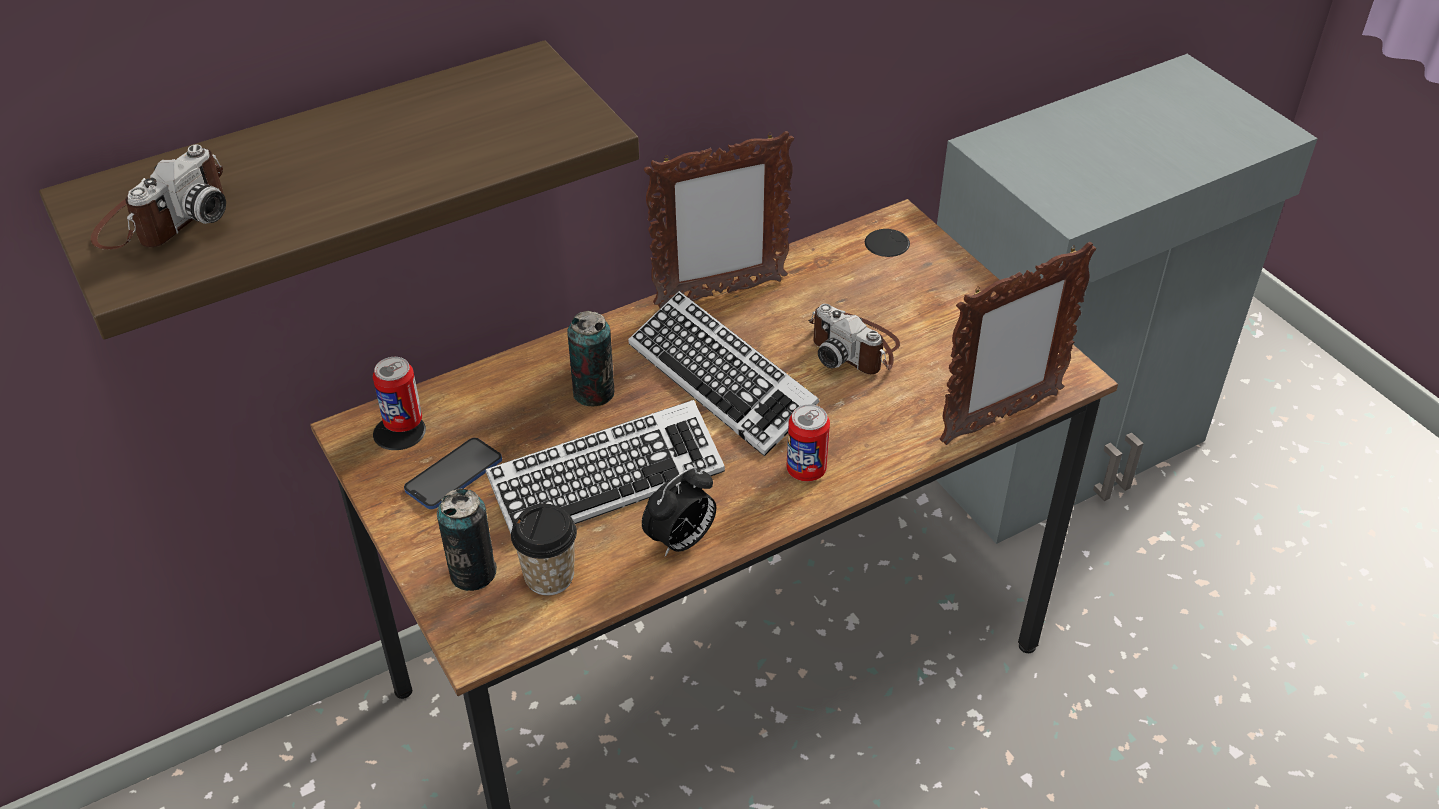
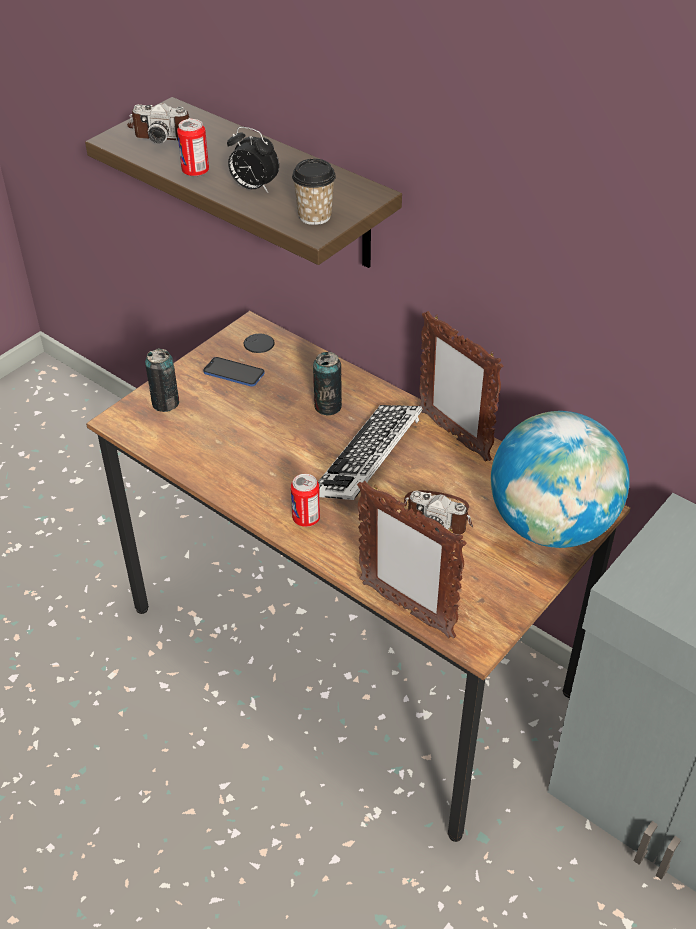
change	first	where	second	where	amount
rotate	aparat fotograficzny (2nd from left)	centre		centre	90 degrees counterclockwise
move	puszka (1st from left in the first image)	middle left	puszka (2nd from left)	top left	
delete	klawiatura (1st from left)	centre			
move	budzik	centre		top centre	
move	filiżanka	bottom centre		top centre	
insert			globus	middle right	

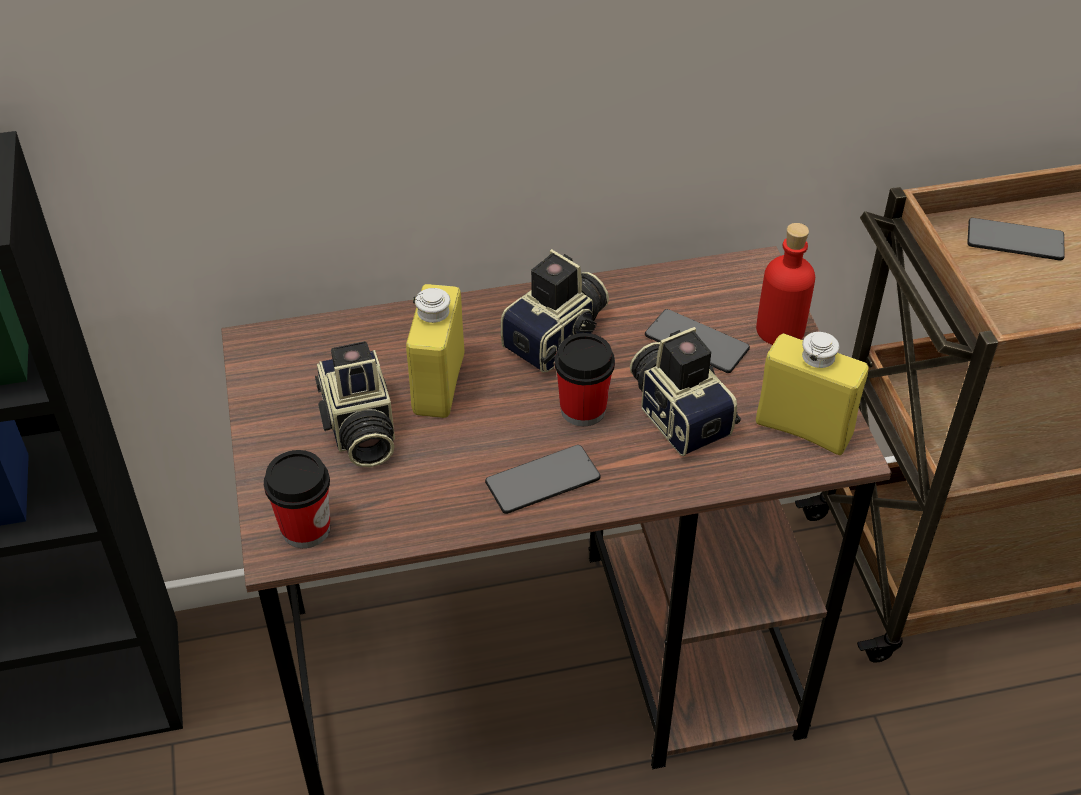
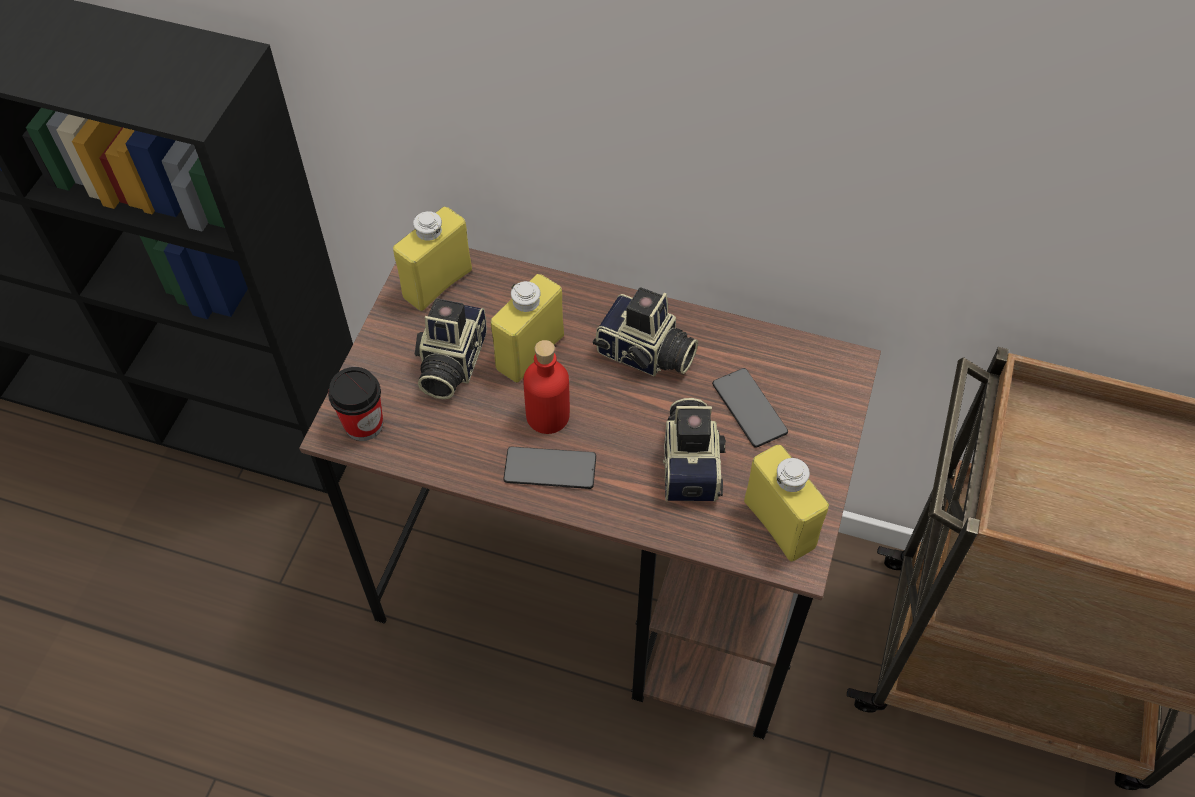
change	first	where	second	where	amount
delete	telefon (3rd from left)	top right			
move	butelka [czerwony]	middle right		centre	
rotate	aparat fotograficzny (2nd from left)	centre		centre	45 degrees clockwise
delete	filiżanka (2nd from left)	centre			
insert			butelka [żółty] (1st from left)	top centre	

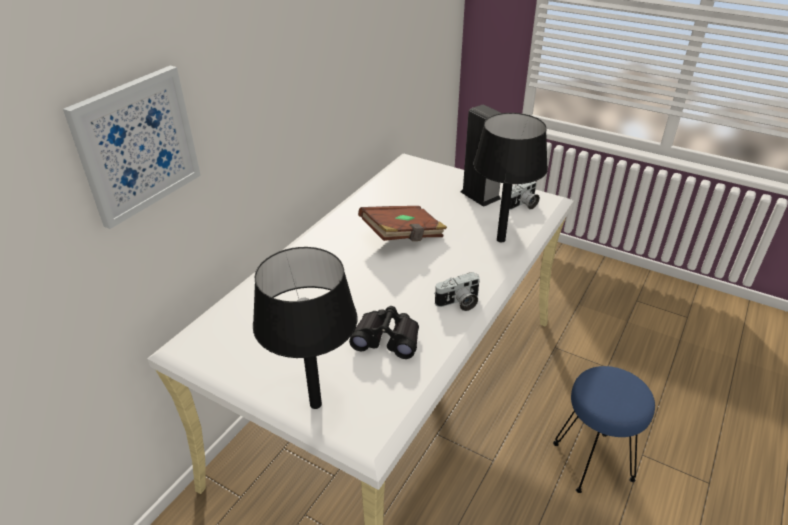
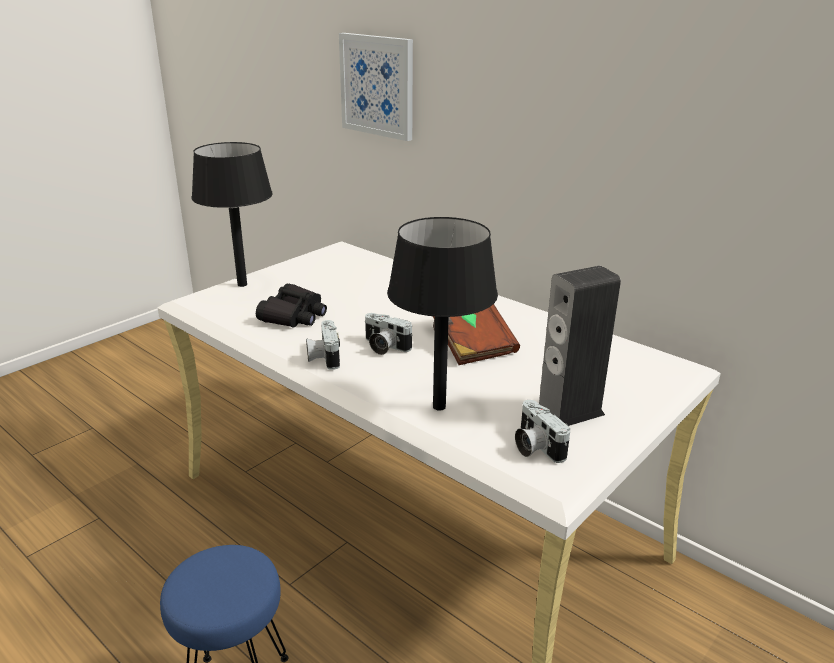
change	first	where	second	where	amount
insert			aparat fotograficzny (2nd from left)	centre	

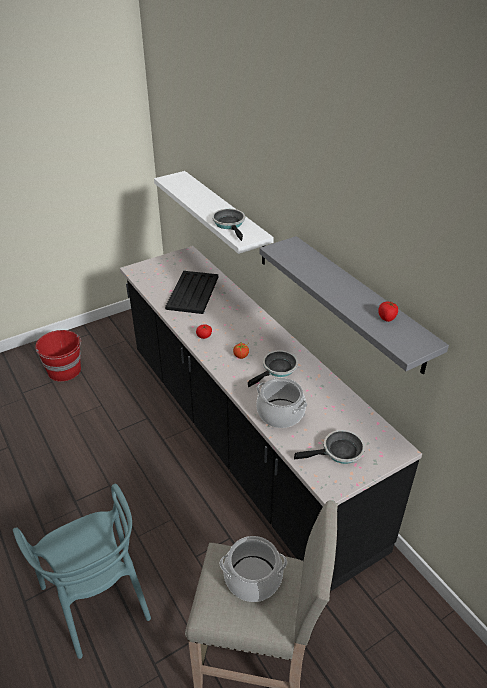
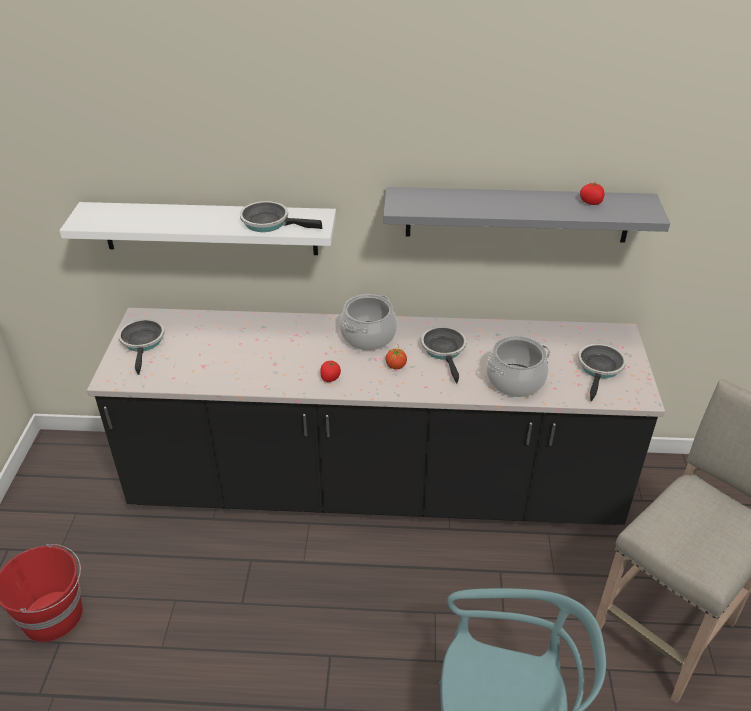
change	first	where	second	where	amount
delete	taca [czarny]	centre			
move	garnek (1st from left)	bottom centre		centre	
insert			patelnia (1st from left)	middle left	

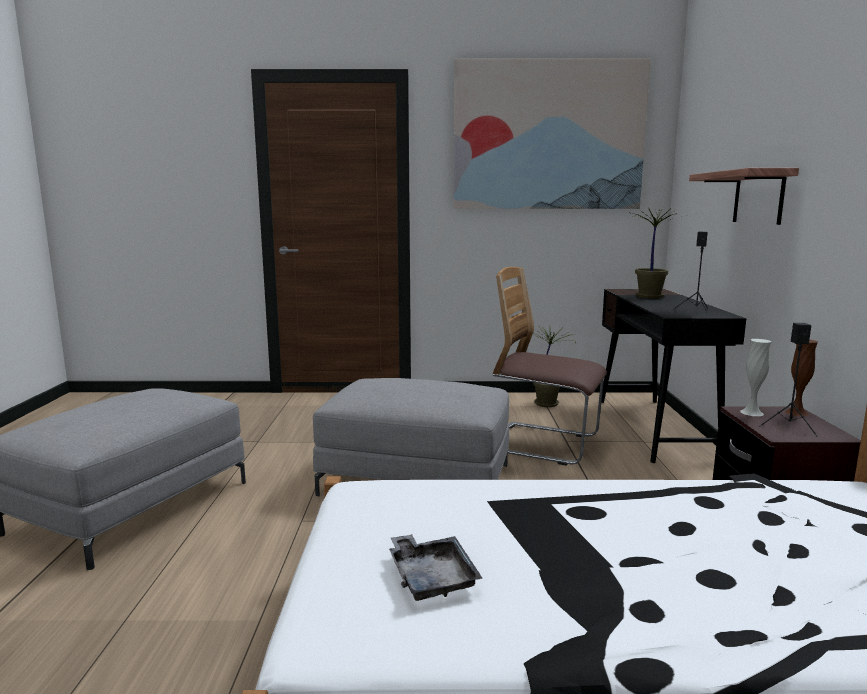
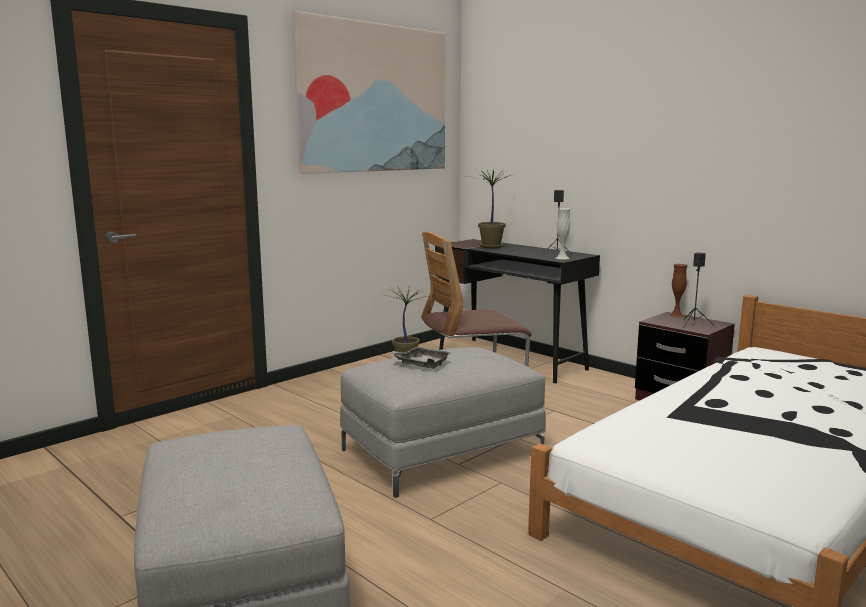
change	first	where	second	where	amount
delete	półka	top right			
move	wazon [biały]	middle right		centre	
move	taca [szary]	bottom centre		centre	

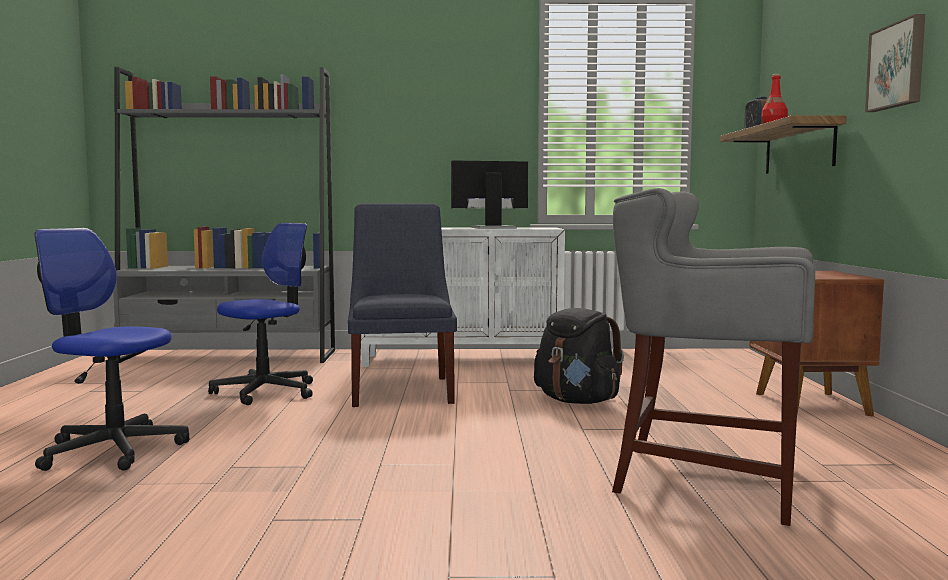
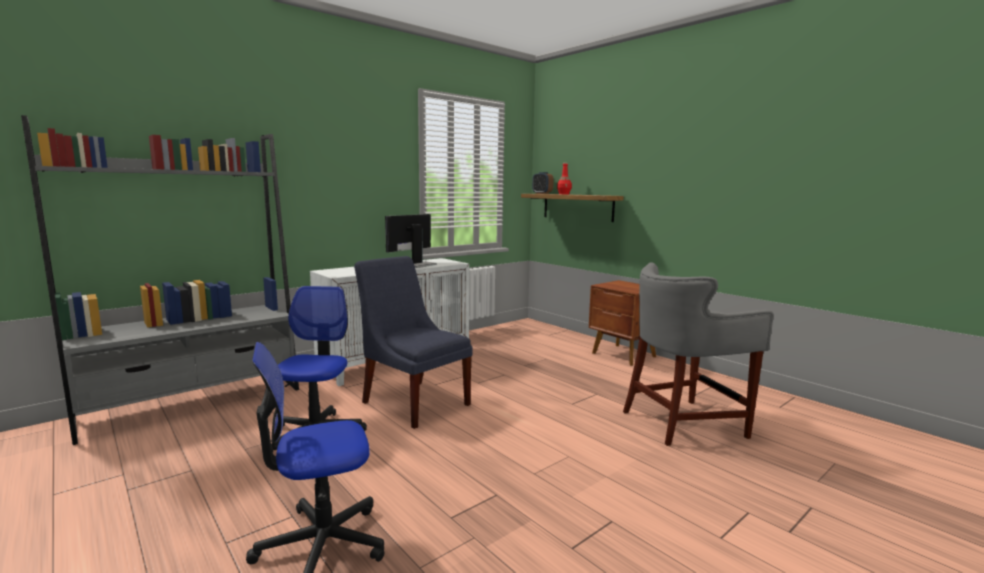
change	first	where	second	where	amount
delete	obraz	top right			
delete	plecak [czarny]	centre			

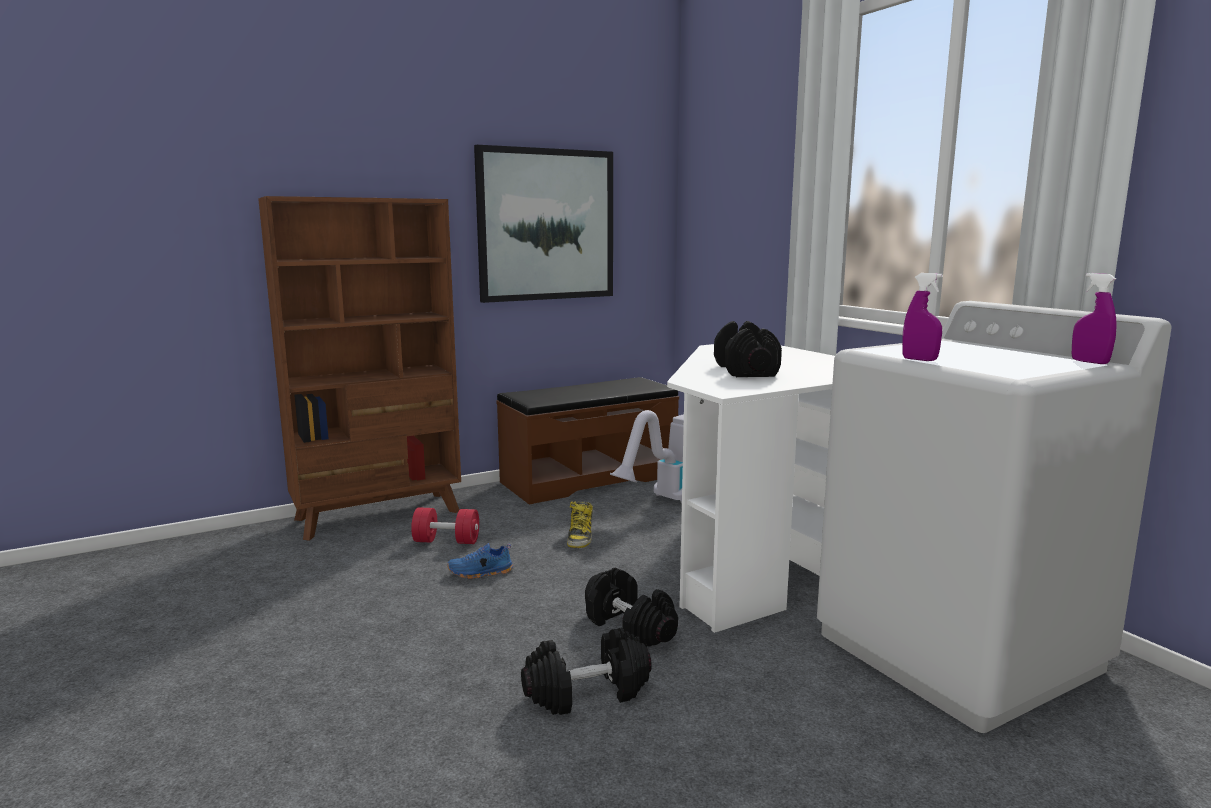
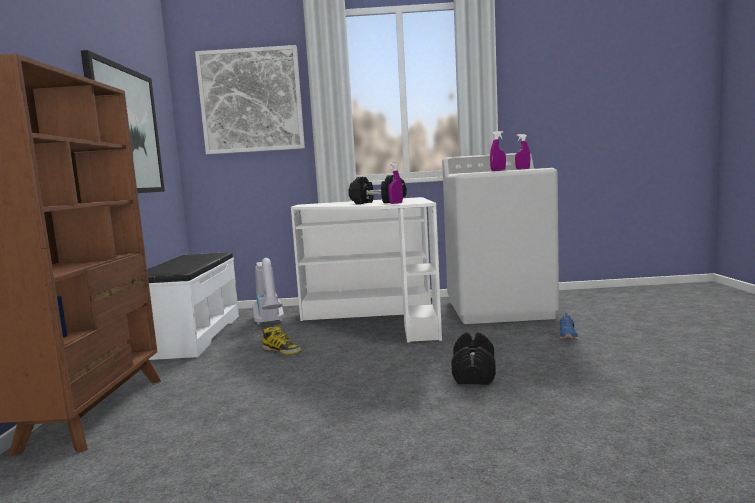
change	first	where	second	where	amount
recolor	ławka [brązowy]	centre	ławka [biały]	middle left	
delete	hantel [czerwony]	centre			
move	but [niebieski]	bottom centre		middle right	
delete	hantel [czarny] (2nd from left)	bottom centre			
insert			obraz (2nd from left)	top left	
insert			spryskiwacz [fioletowy] (1st from left)	centre	

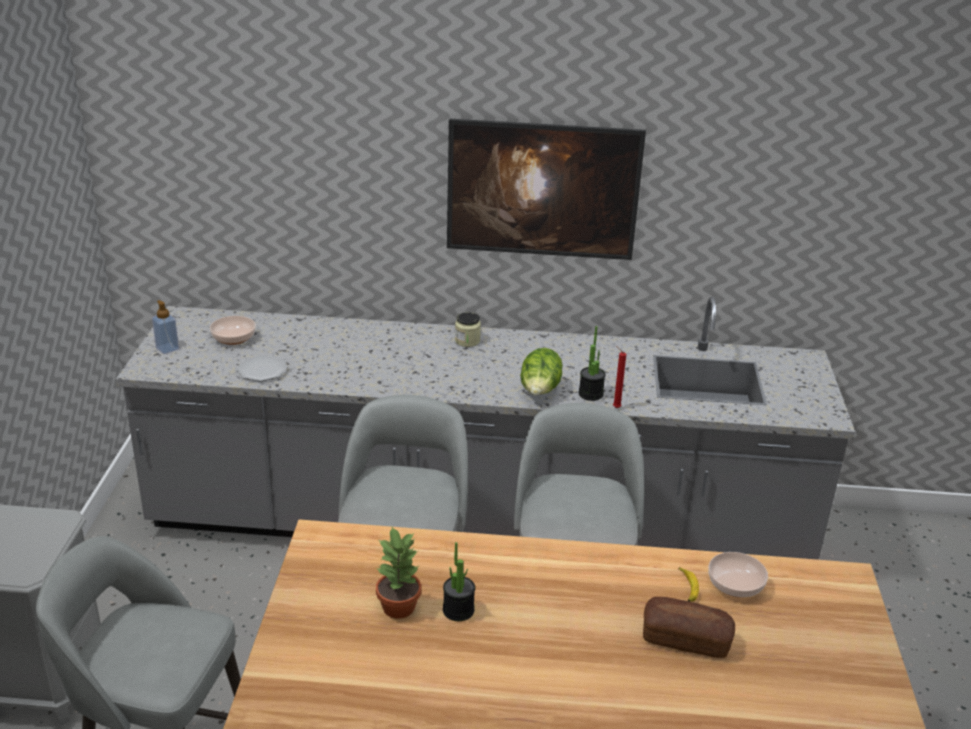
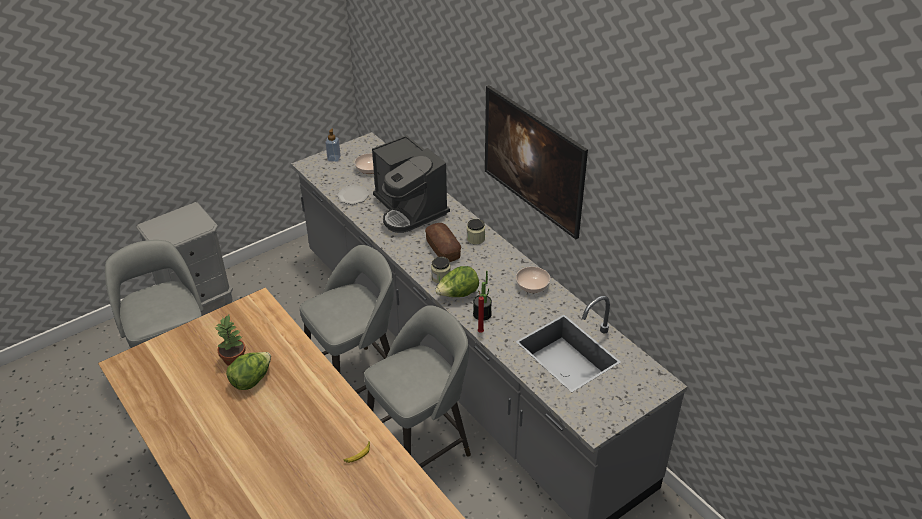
change	first	where	second	where	amount
replace	roślina doniczkowa (2nd from left)	bottom centre	sałata (1st from left)	bottom left	
move	miska (2nd from left)	bottom right		centre	
move	chleb	bottom right		centre	
insert			ekspres do kawy	centre	
insert			słoik (1st from left)	centre	

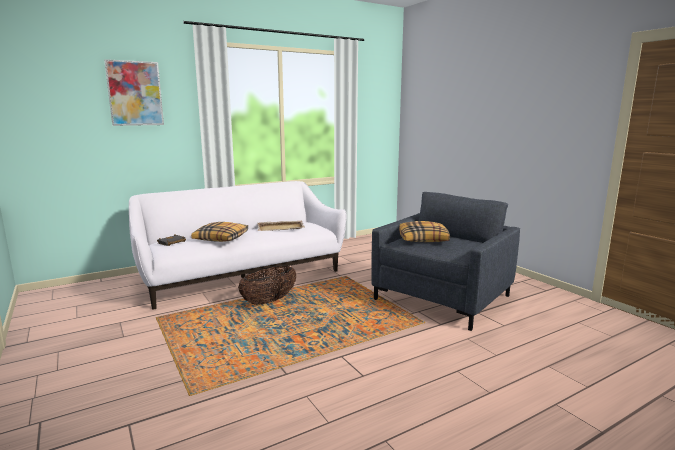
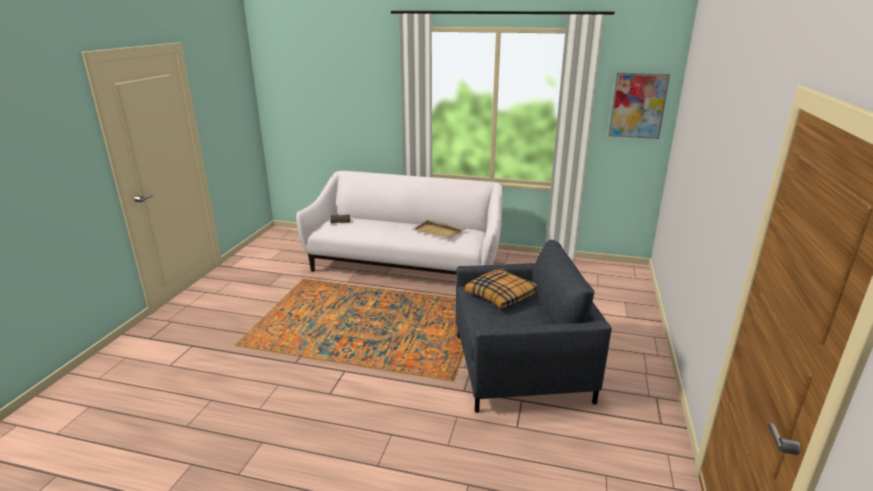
change	first	where	second	where	amount
move	obraz	top left		top right	
delete	poduszka (1st from left)	middle left			
delete	koszyk	centre			

